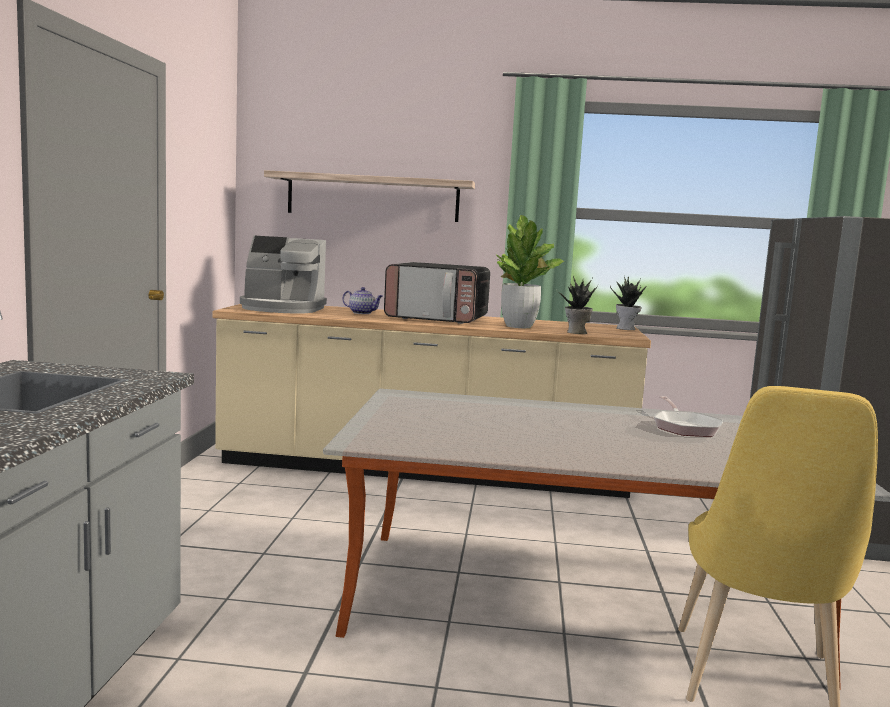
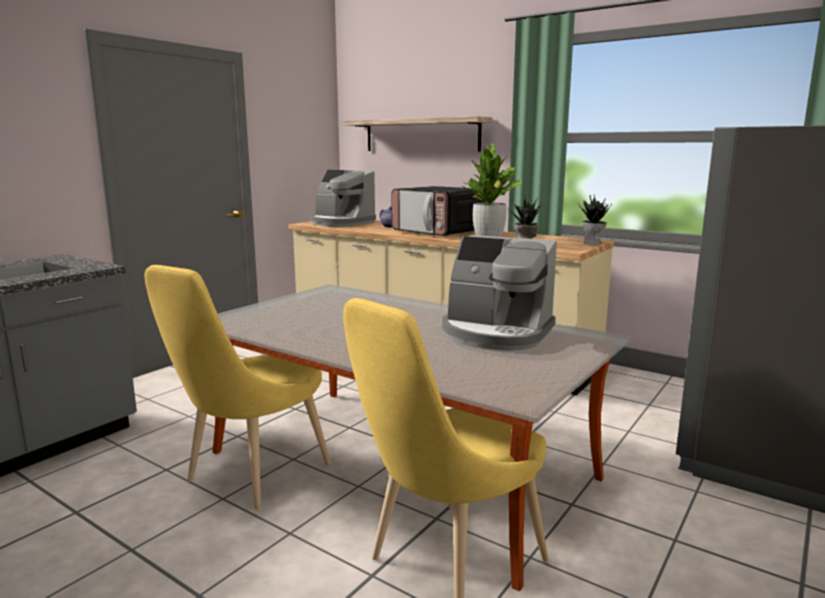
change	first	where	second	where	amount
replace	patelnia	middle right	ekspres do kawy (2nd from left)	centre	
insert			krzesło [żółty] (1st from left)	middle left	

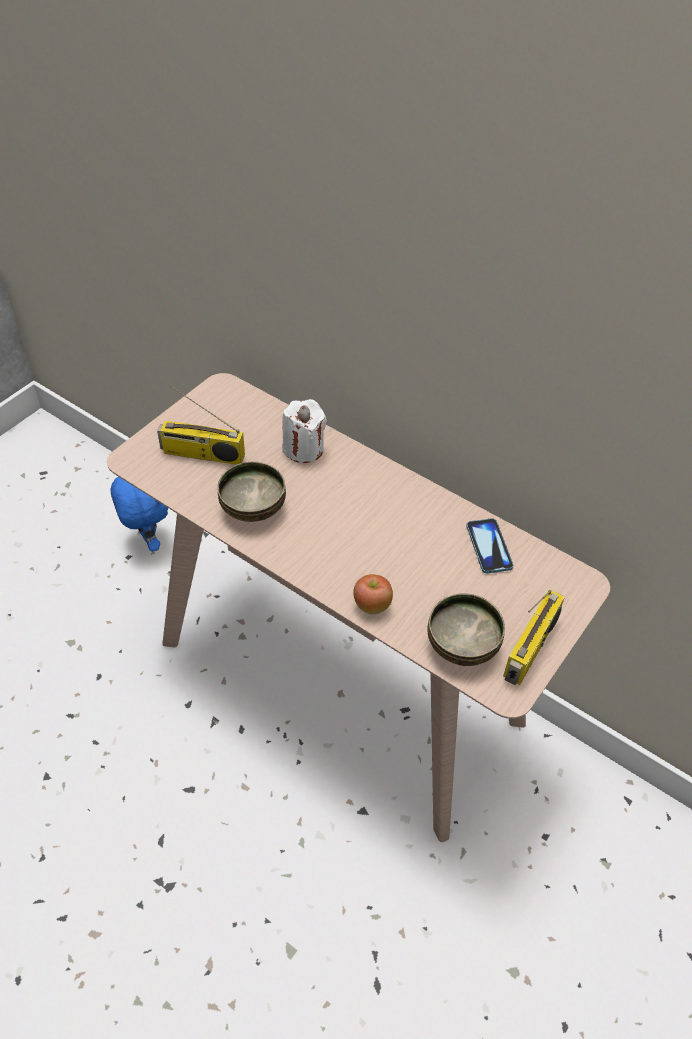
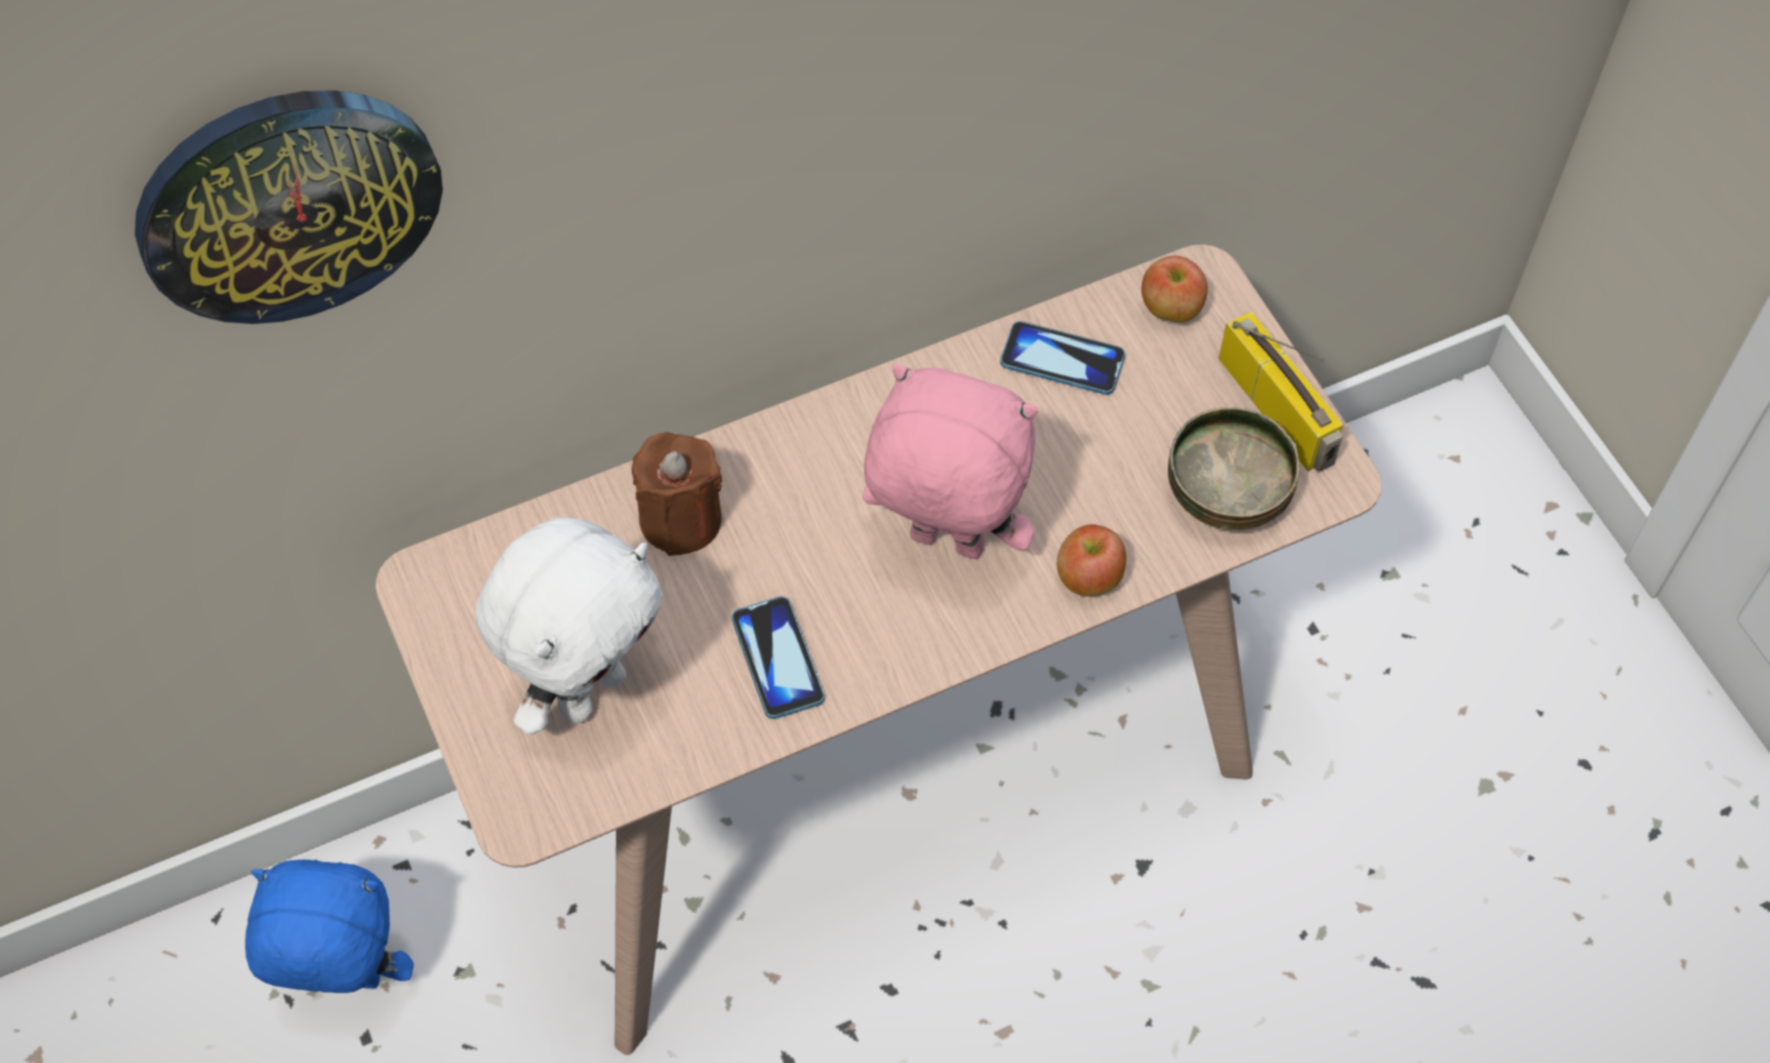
change	first	where	second	where	amount
replace	radio (1st from left)	middle left	pluszak [biały]	middle left	
recolor	świeca [biały]	centre	świeca [brązowy]	centre	
replace	miska (1st from left)	centre	telefon (1st from left)	centre	
insert			zegar ścienny	top left	
insert			jabłko (2nd from left)	top centre	
insert			pluszak [różowy]	centre	

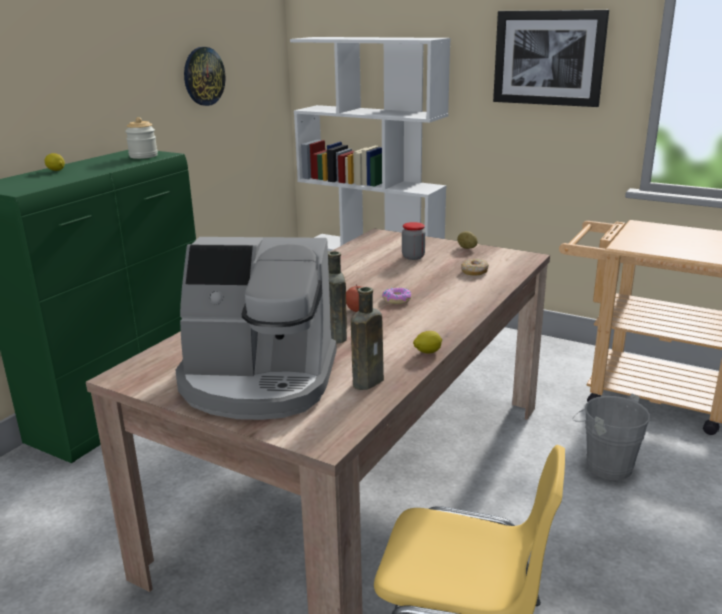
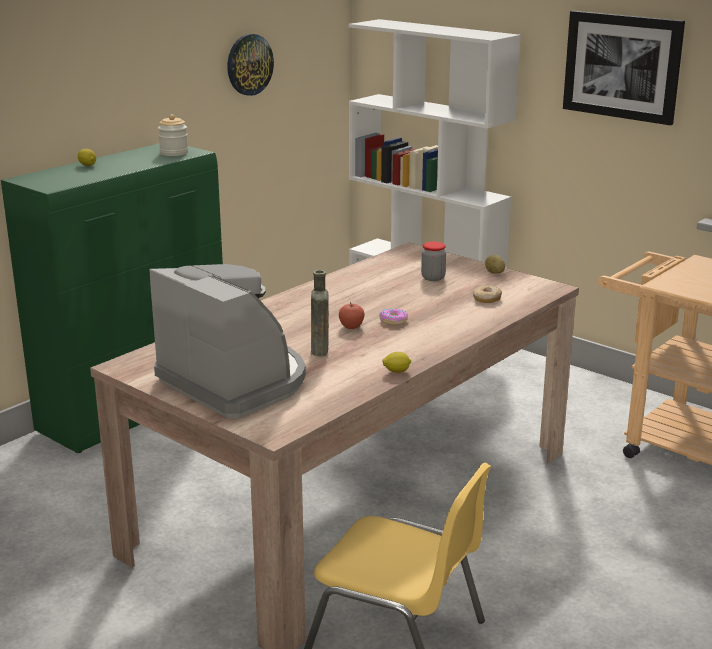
change	first	where	second	where	amount
rotate	ekspres do kawy	centre		middle left	150 degrees counterclockwise
delete	butelka [brązowy] (2nd from left)	centre			
delete	wiadro [szary]	bottom right			

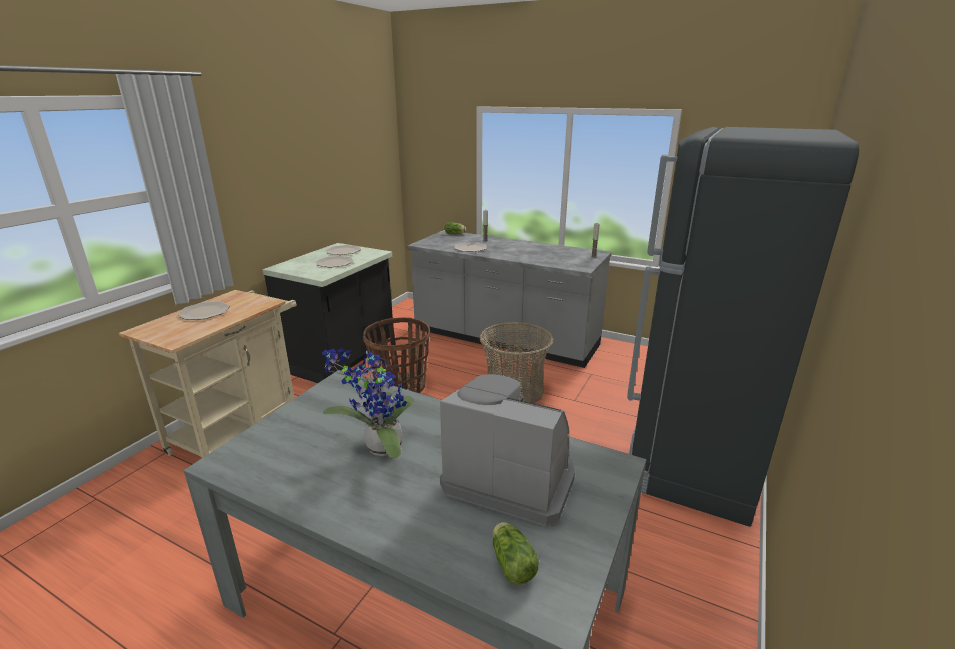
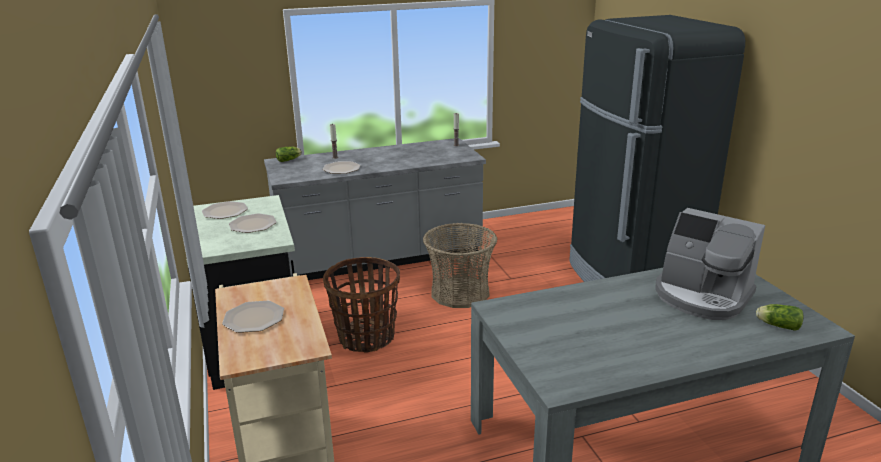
change	first	where	second	where	amount
delete	roślina doniczkowa	centre			
rotate	ekspres do kawy	bottom centre		middle right	120 degrees counterclockwise

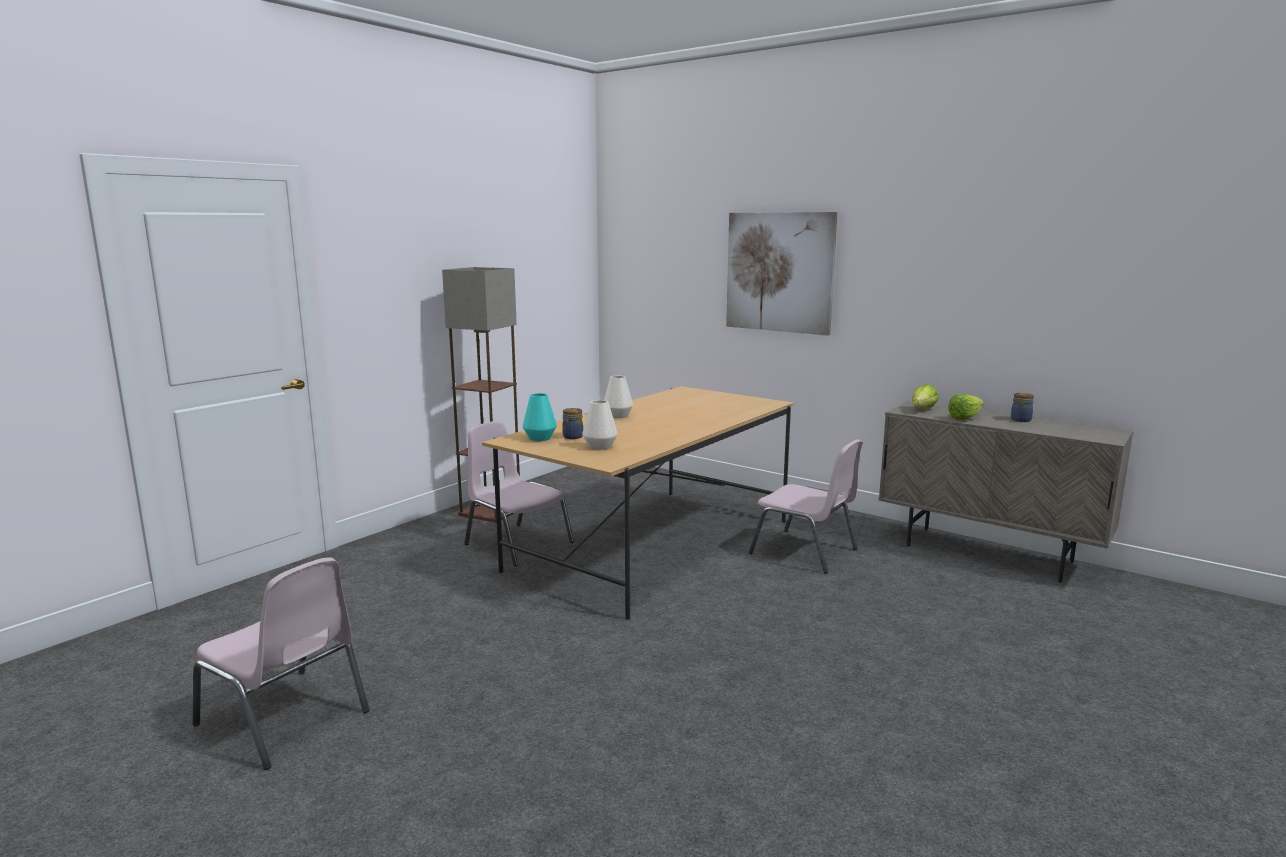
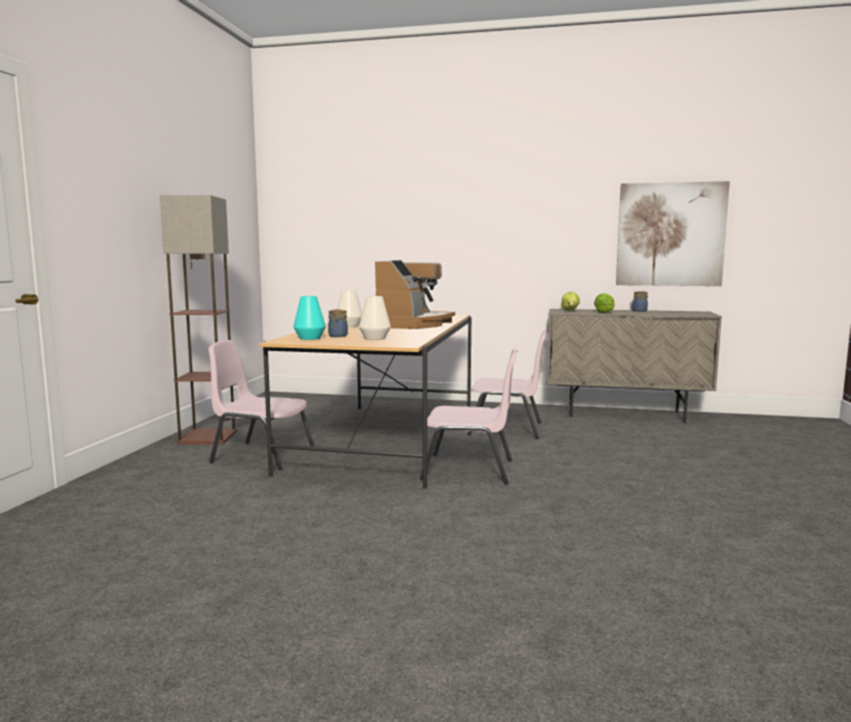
change	first	where	second	where	amount
move	obraz	top centre		top right	
move	krzesło [różowy] (1st from left in the first image)	bottom left	krzesło [różowy] (2nd from left)	centre	
insert			ekspres do kawy	centre	

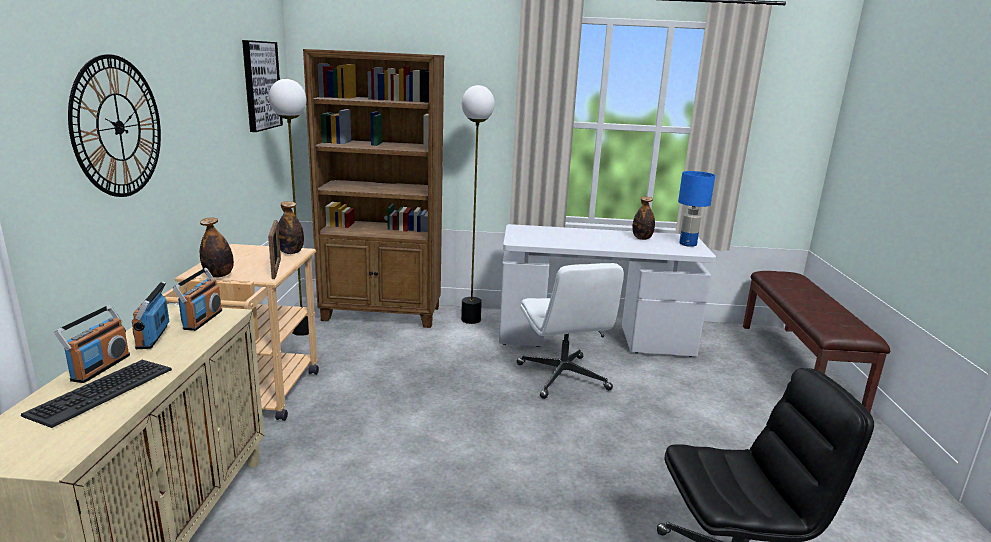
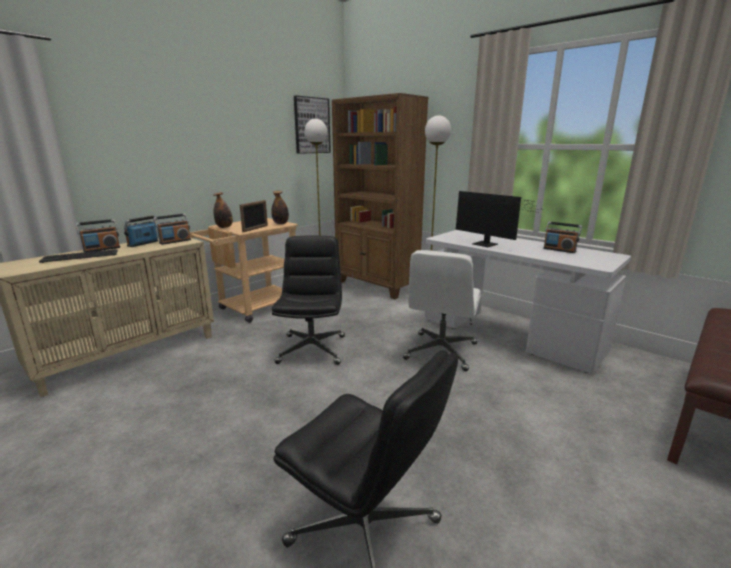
change	first	where	second	where	amount
delete	zegar ścienny	top left			
delete	lampa stołowa [niebieski]	middle right			
replace	butelka (3rd from left)	centre	radio (4th from left)	middle right	
insert			monitor	middle right	
insert			krzesło biurowe [czarny] (1st from left)	centre	

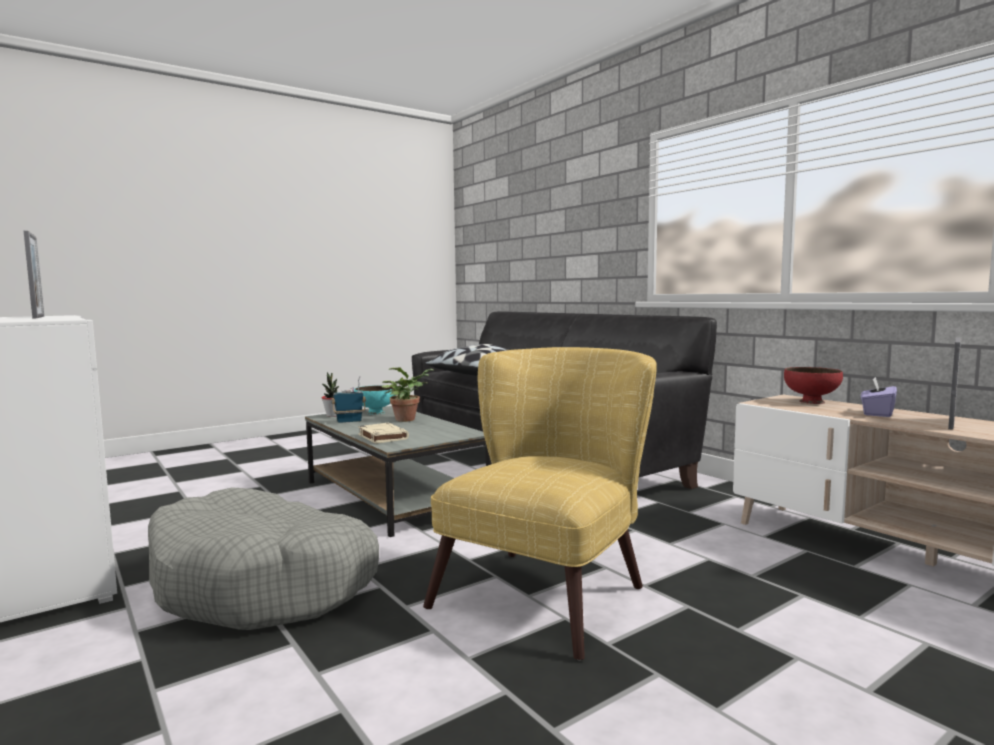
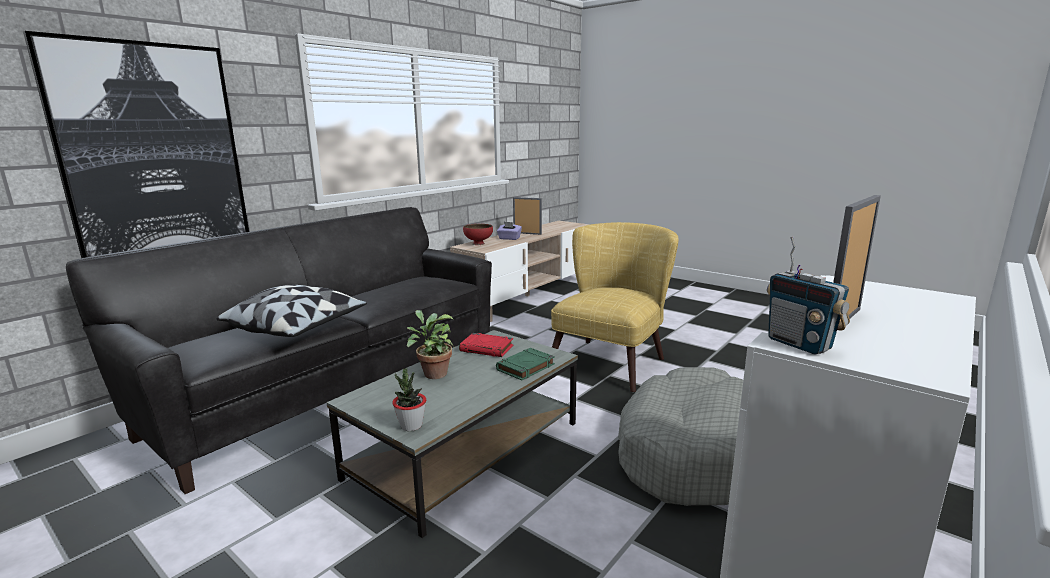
change	first	where	second	where	amount
rotate	fotel [żółty]	bottom centre		centre	105 degrees clockwise
move	radio	centre		middle right	
delete	miska [turkusowy]	centre			
recolor	książka [beżowy]	centre	książka [zielony]	centre	
insert			obraz	top left	
insert			książka [czerwony]	centre	

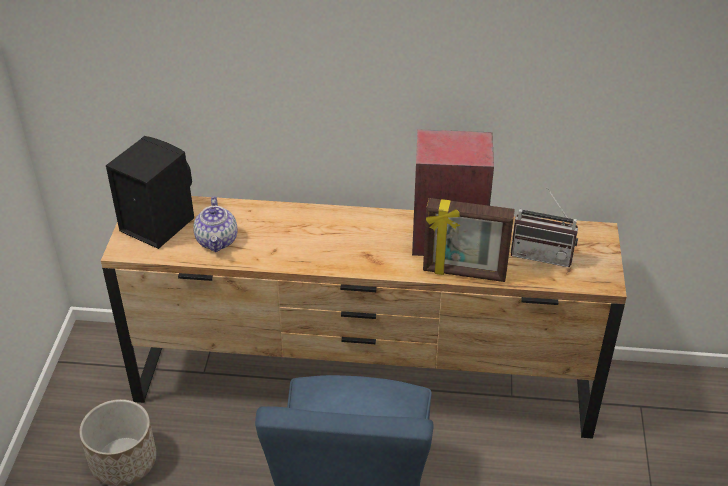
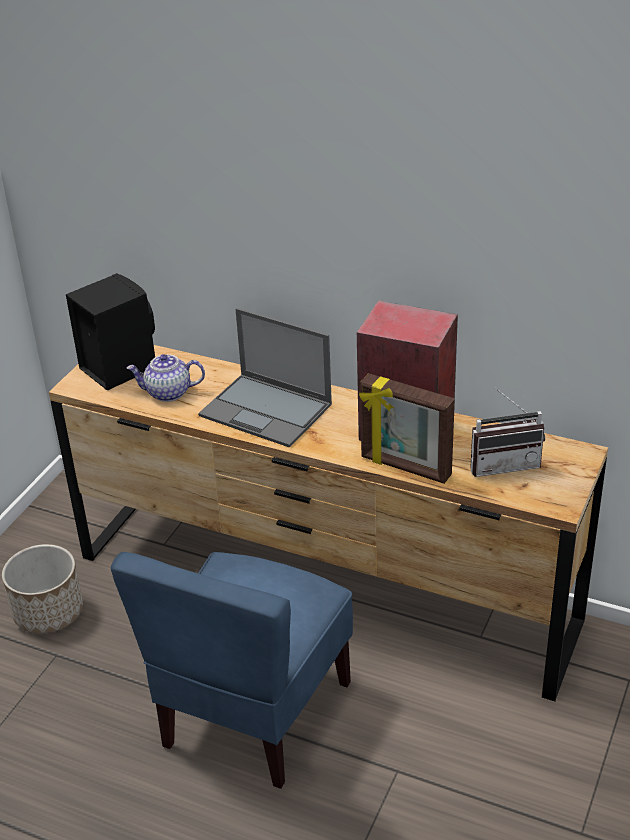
change	first	where	second	where	amount
rotate	radio	middle right		middle right	45 degrees counterclockwise
rotate	imbryk	middle left		middle left	75 degrees clockwise
insert			laptop	centre	

